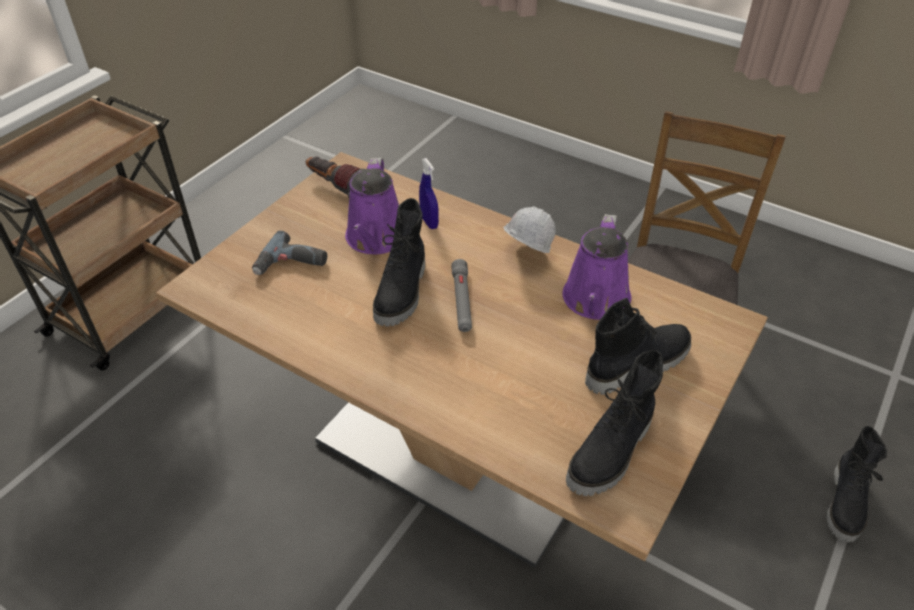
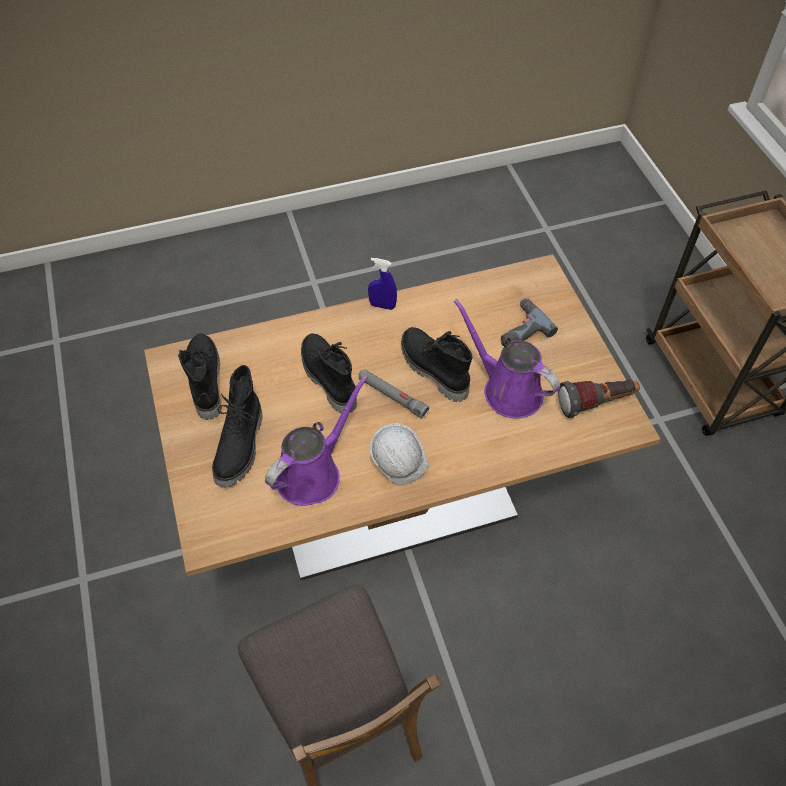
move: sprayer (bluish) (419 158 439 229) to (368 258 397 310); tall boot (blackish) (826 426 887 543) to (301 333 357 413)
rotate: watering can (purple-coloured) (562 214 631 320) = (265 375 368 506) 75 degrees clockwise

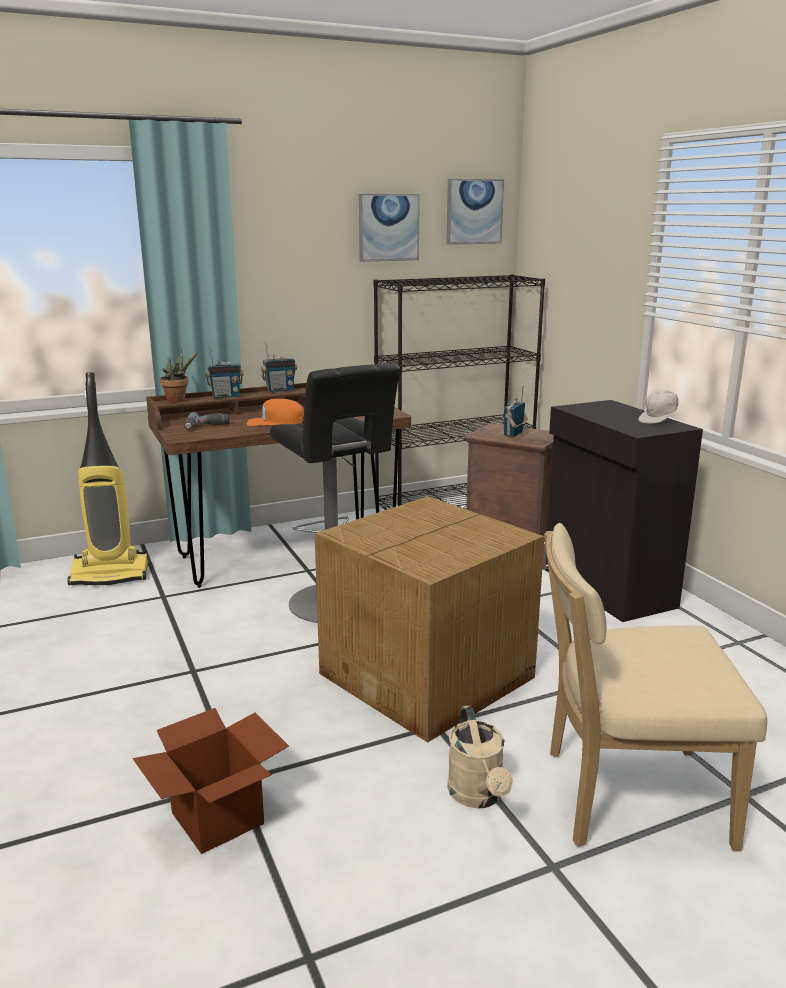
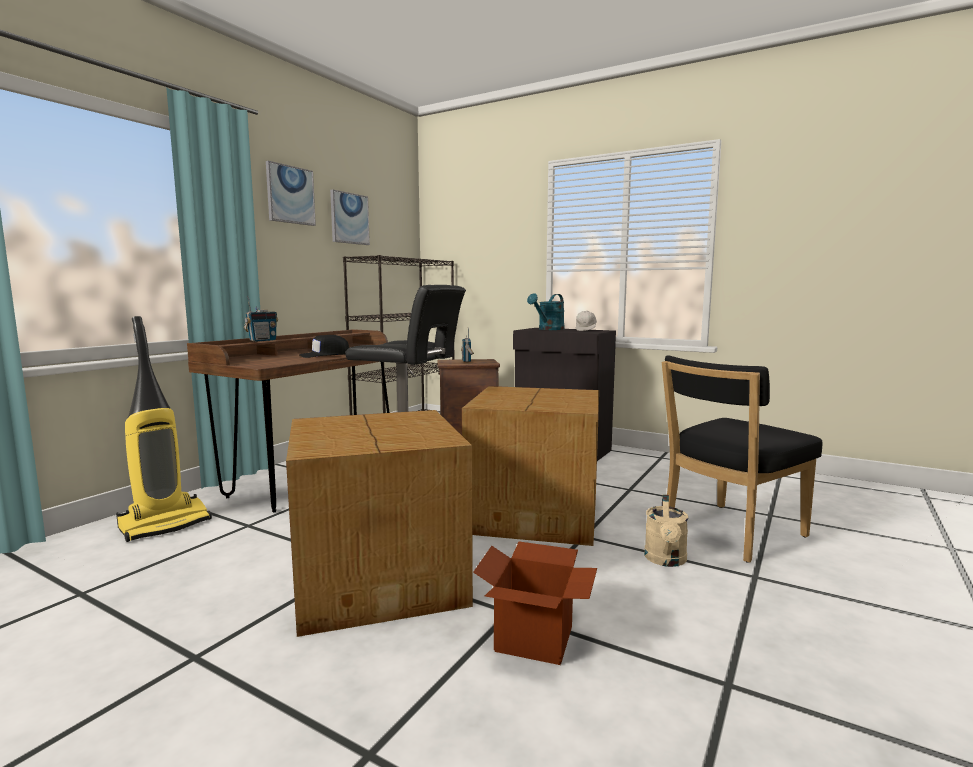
delete: plant in a pot (160 349 197 402); electric drill (184 412 230 430); radio receiver (261 342 297 392)
insert: packing box (286 410 473 637); watering can (blue-green) (527 293 565 330)
move: picture (446 179 504 245) to (266 161 316 226)
recolor: cap (orange-coloured) (247 399 304 426) to cap (blackish) (299 335 349 358); upright chair (beige-coloured) (544 523 767 851) to upright chair (blackish) (662 355 822 563)
rotate: watering can (beige-coloured) (447 705 513 808) = (644 494 689 567) 60 degrees clockwise

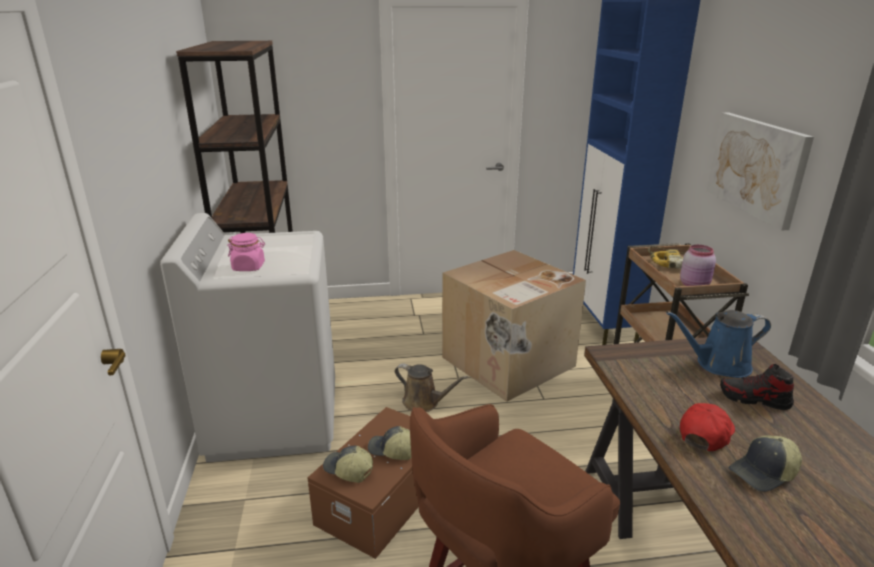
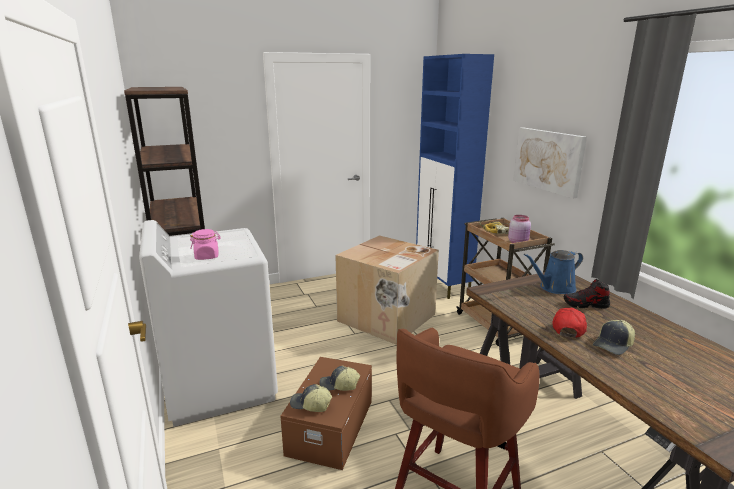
delete: watering can (brownish) (395 364 468 412)

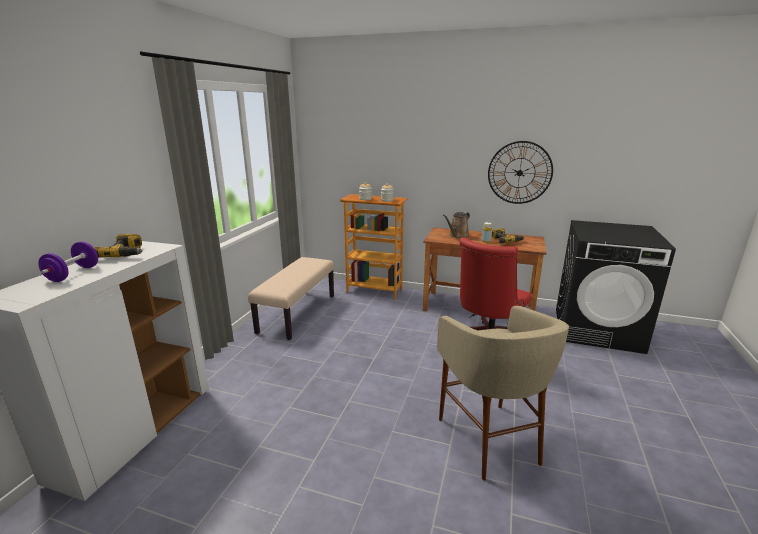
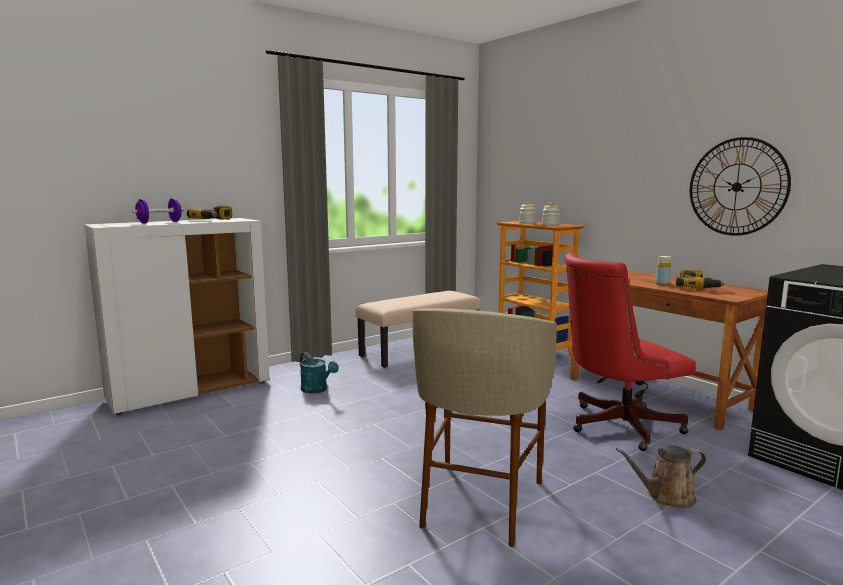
insert: watering can (blue-green) (300 352 339 393)
move: watering can (brownish) (443 212 470 238) to (616 445 706 508)

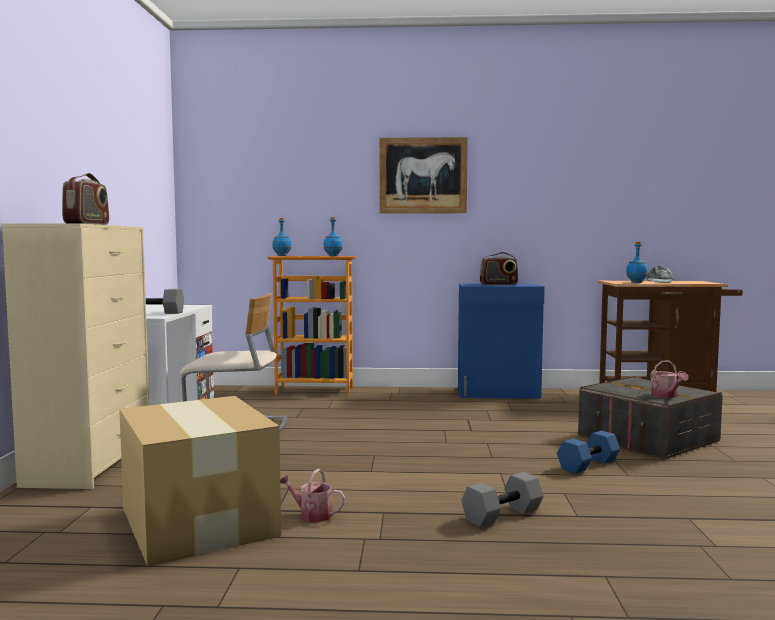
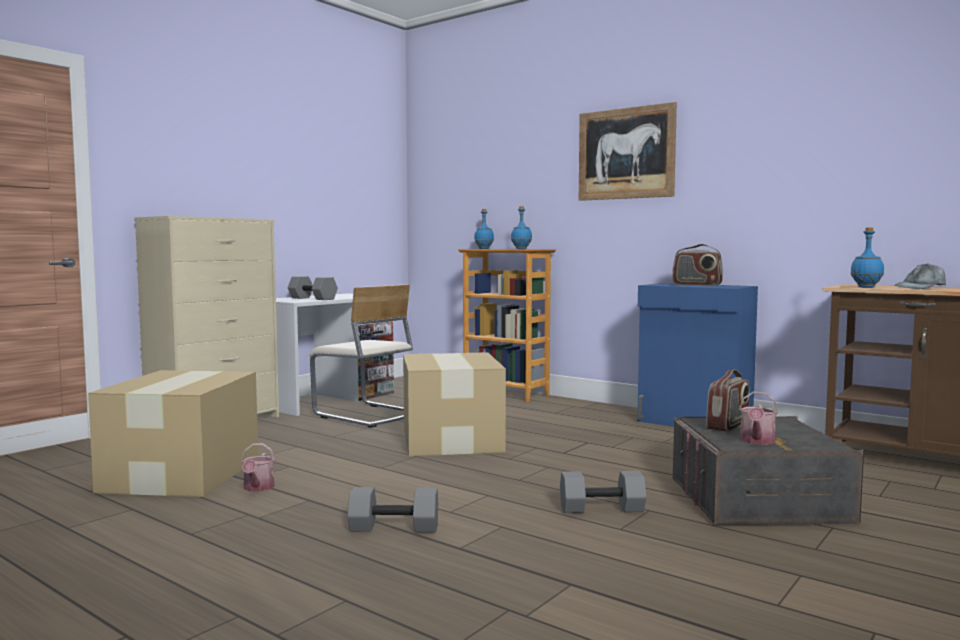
insert: packing box (403 352 506 456)
move: radio receiver (62 173 109 225) to (706 369 750 432)
recolor: free weight (bluish) (557 431 620 474) to free weight (greyish) (560 471 647 513)
rotate: watering can (280 469 345 522) = (241 443 276 492) 150 degrees counterclockwise

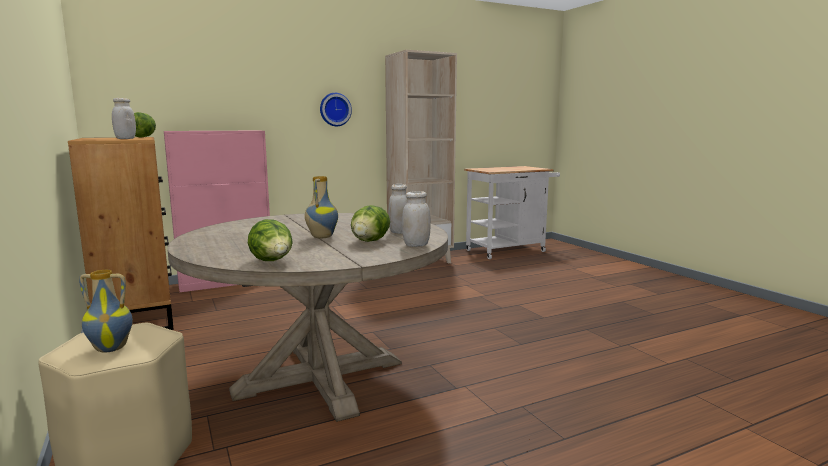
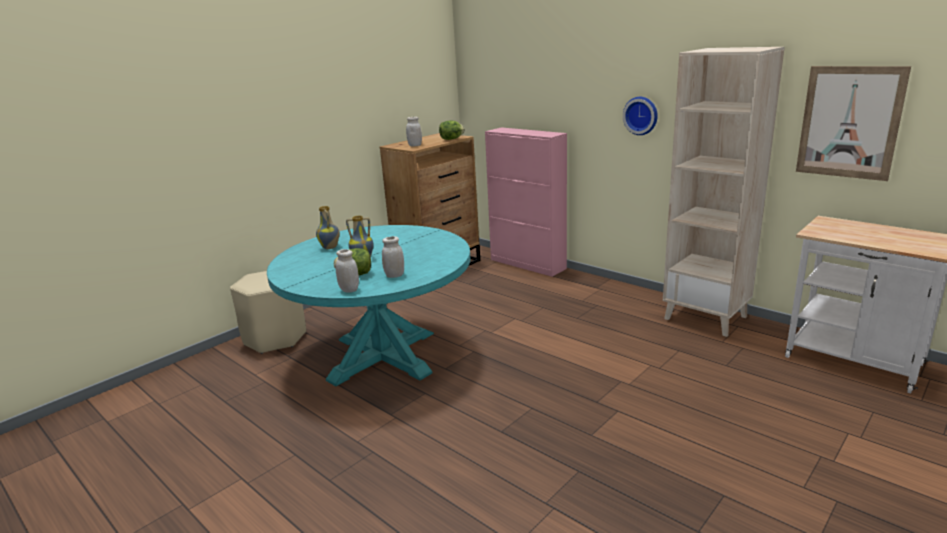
delete: head of lettuce (248 219 293 261)
insert: picture (796 66 911 181)
move: decorative vase (79 270 133 352) to (316 206 340 249)
recolor: dining table (beige-coloured) (167 213 448 422) to dining table (blue-green) (267 225 470 386)

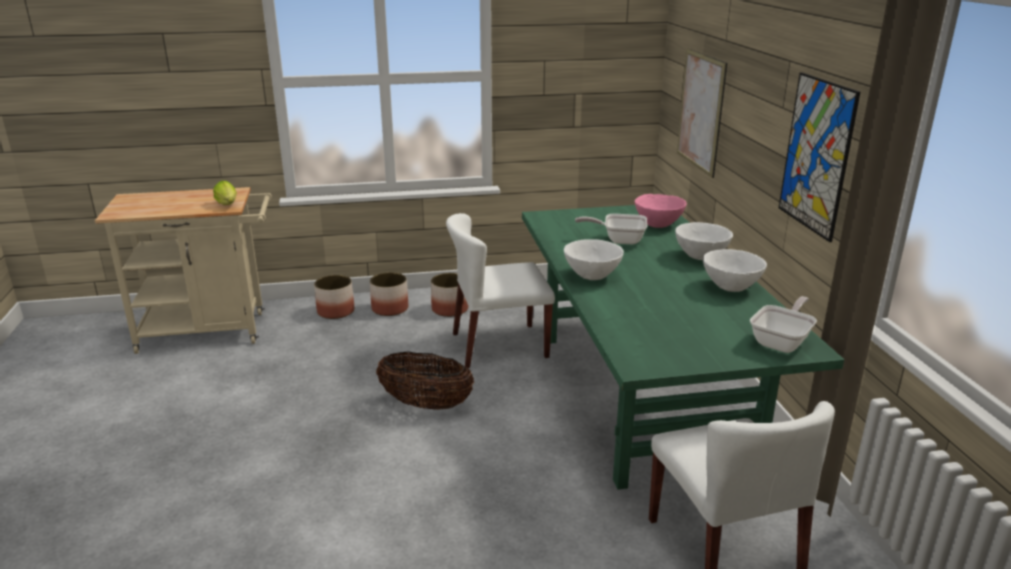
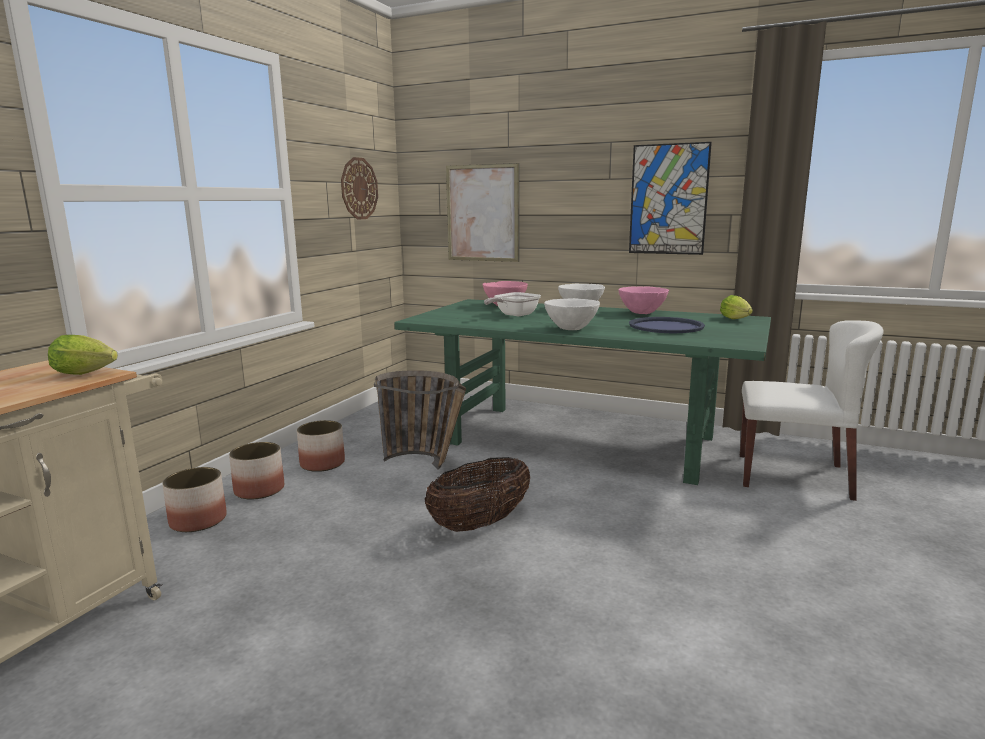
insert: wall clock (341 157 378 220); carrying tray (bluish) (629 317 705 333)
replace: upright chair (whitish) (446 213 555 368) to basket (374 370 466 470); skillet (750 296 817 353) to head of lettuce (720 295 753 319)
recolor: deep dish (whitish) (703 249 767 292) to deep dish (pink) (618 286 669 314)

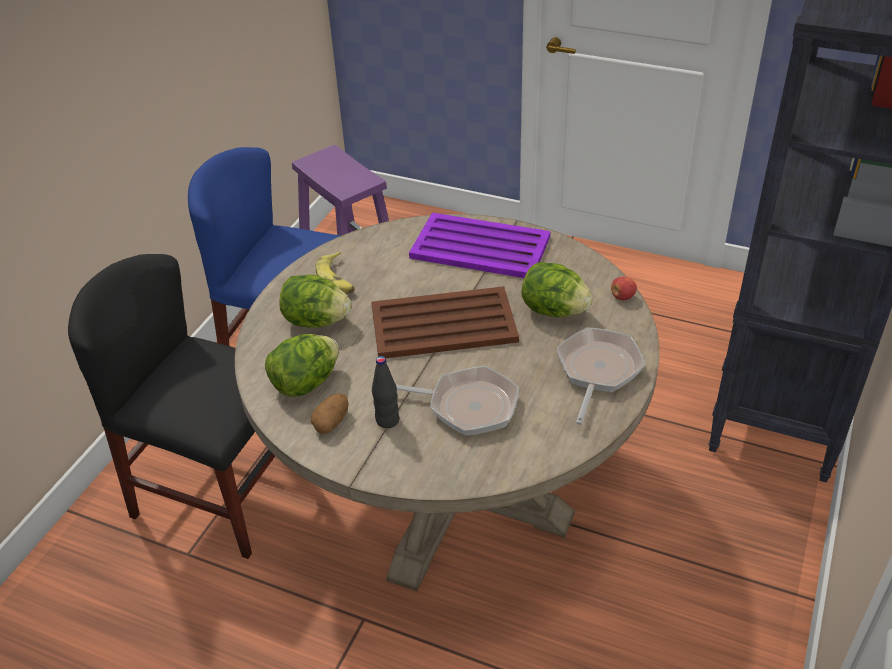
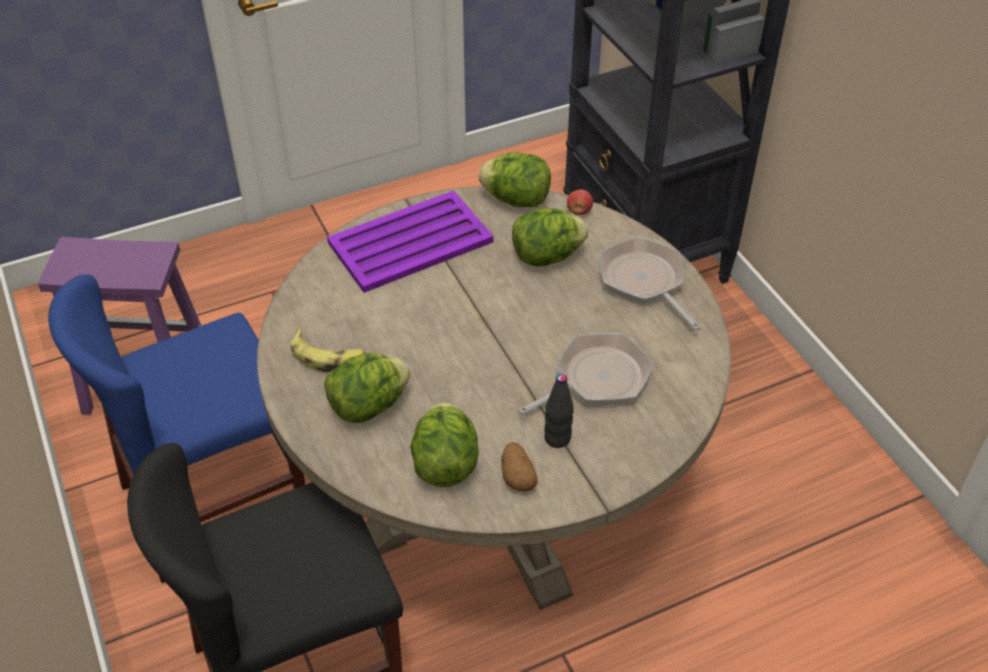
delete: carrying tray (brownish) (371 286 519 358)
insert: head of lettuce (479 152 551 207)

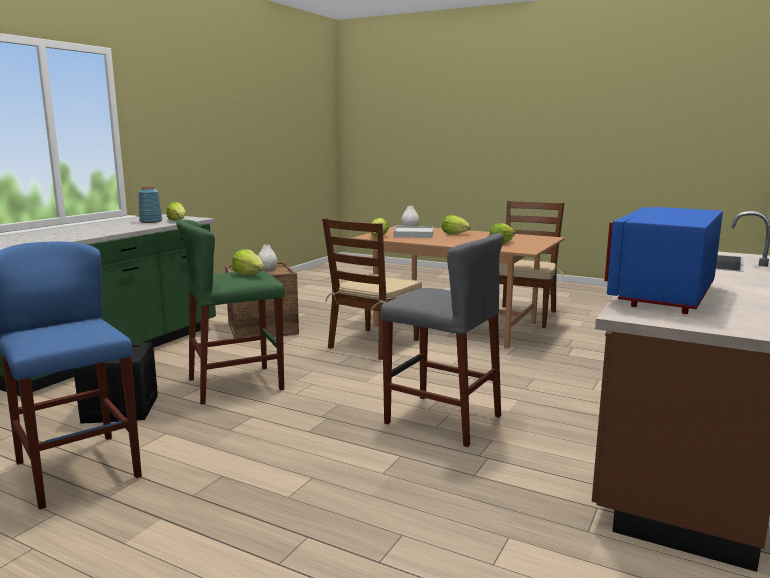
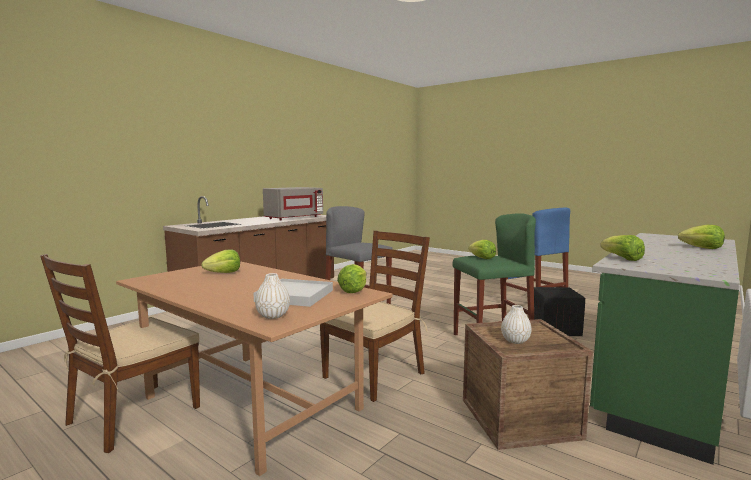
delete: decorative vase (bluish) (138 186 162 223)
move: head of lettuce (442 215 471 234) to (678 225 725 249)
recolor: kitchen microwave (bluish) (605 207 723 314) to kitchen microwave (greyish) (263 187 323 220)

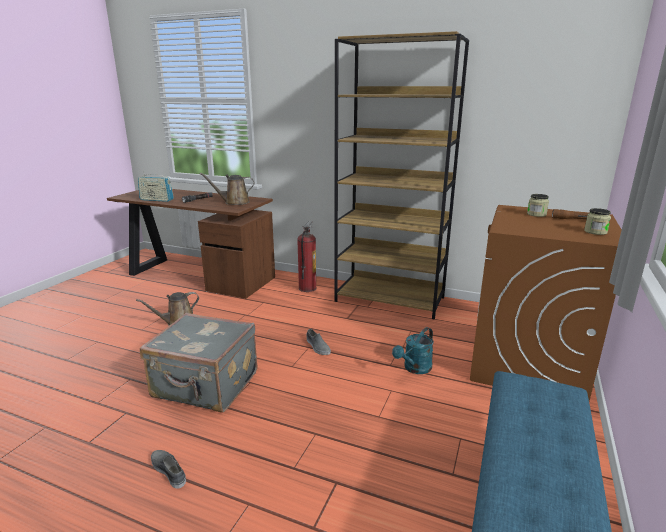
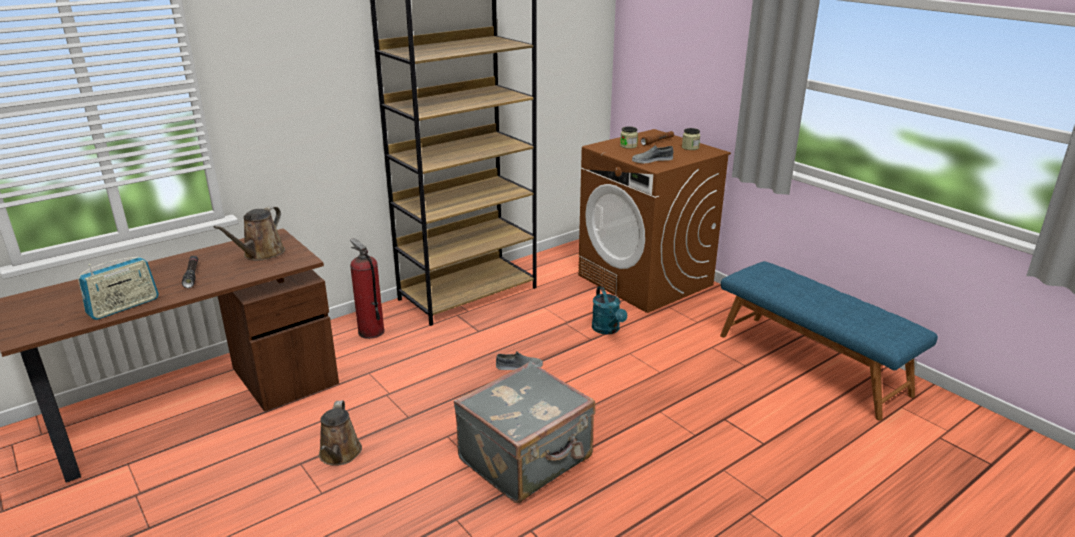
move: shoe (greyish) (151 450 186 488) to (632 145 674 163)

